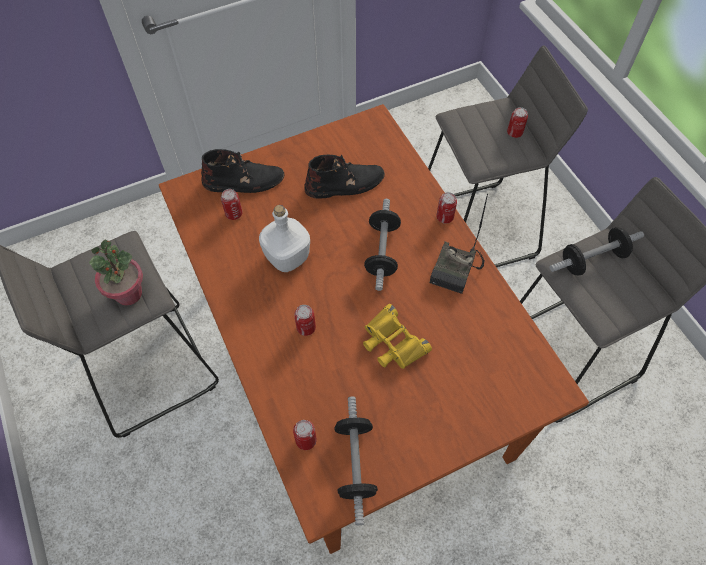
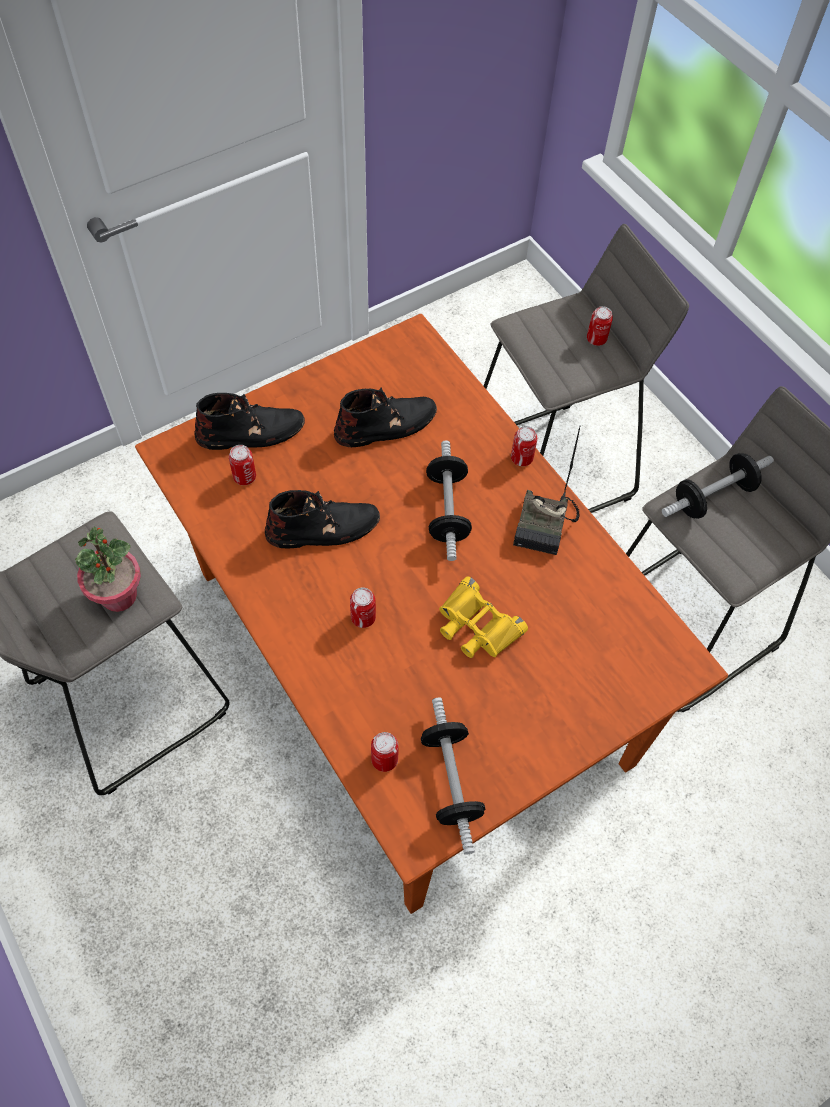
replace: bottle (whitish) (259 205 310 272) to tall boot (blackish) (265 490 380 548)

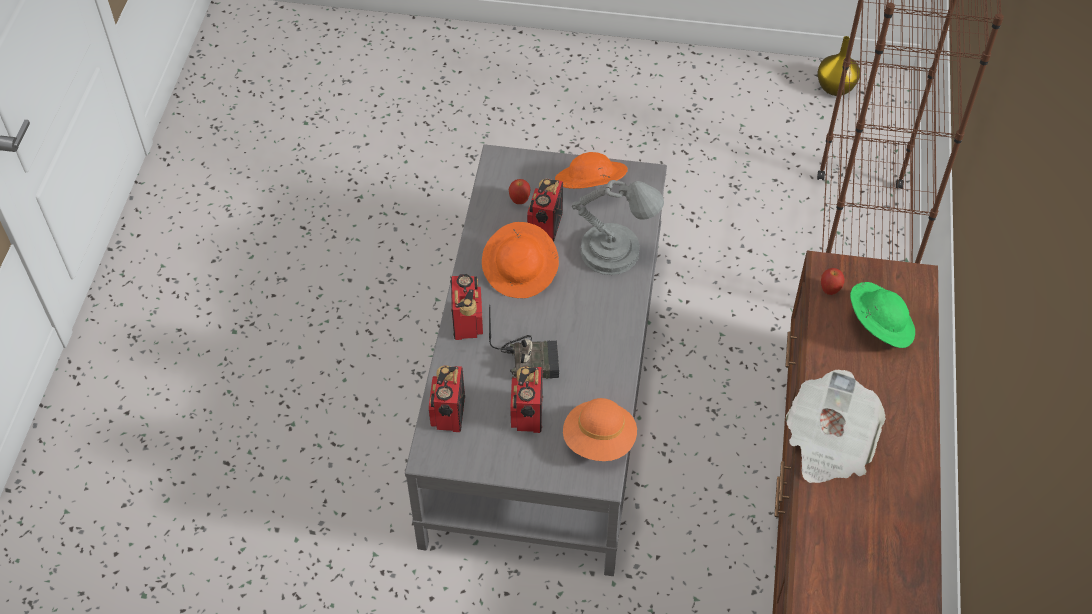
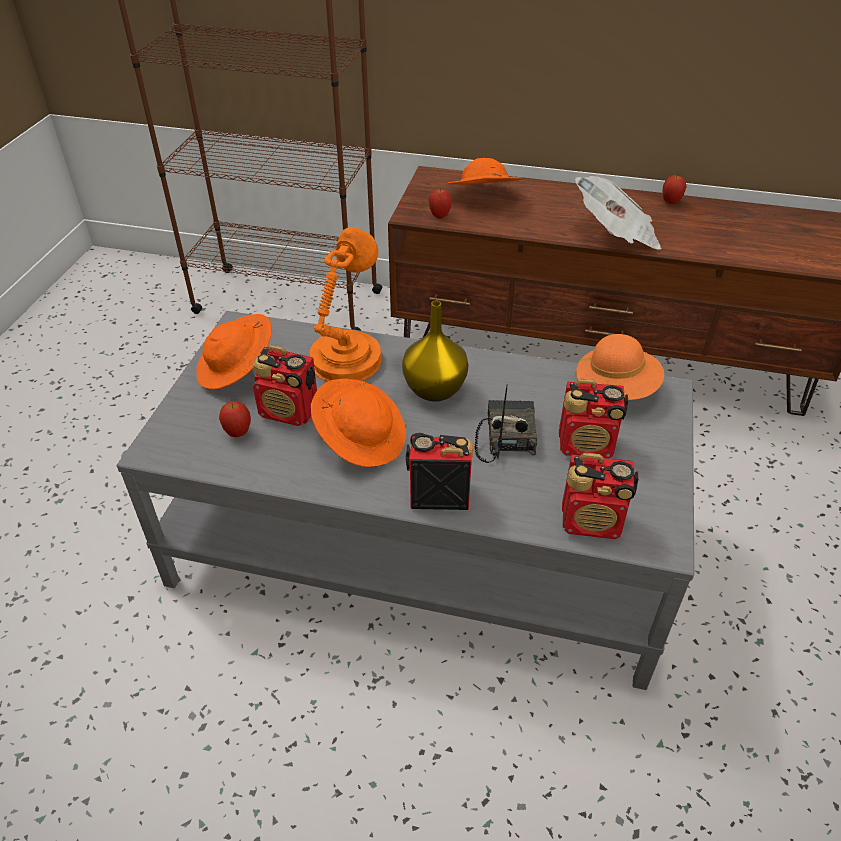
insert: whole apple (662 175 687 204)
move: decorative vase (yellow-coloured) (818 36 860 96) to (402 301 468 402)
recolor: tabletop lamp (greyish) (572 180 664 275) to tabletop lamp (orange-coloured) (310 227 381 382); wearable hat (green) (850 282 915 348) to wearable hat (orange-coloured) (447 158 522 185)

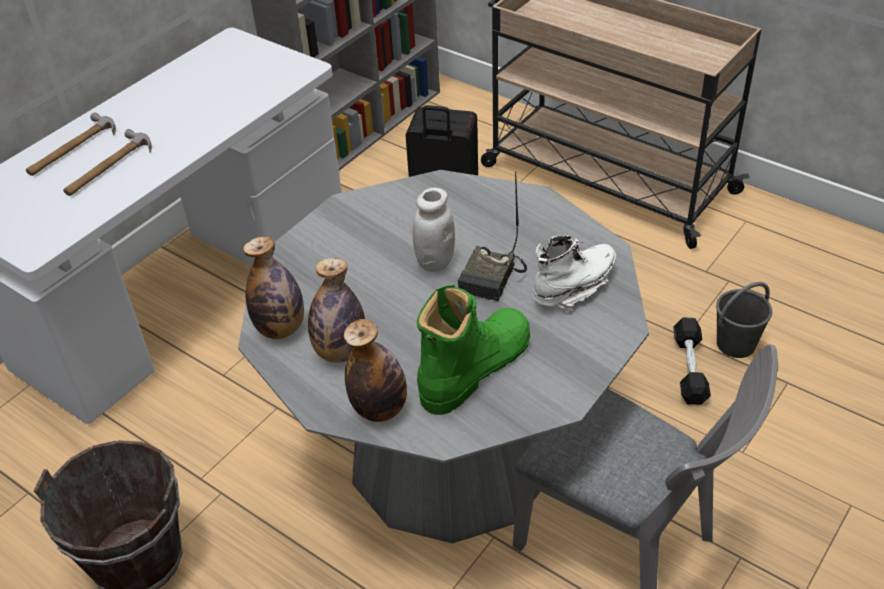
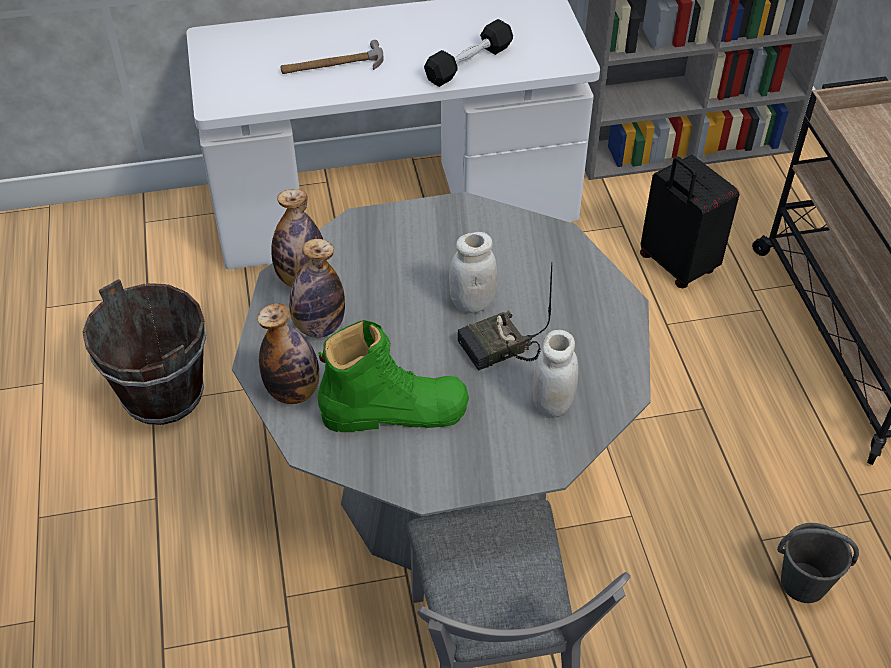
delete: hand hammer (26 112 116 176)
move: free weight (blackish) (673 318 711 405) to (424 19 513 87)
replace: tall boot (whitish) (533 235 616 313) to preserve jar (whitish) (532 330 579 418)

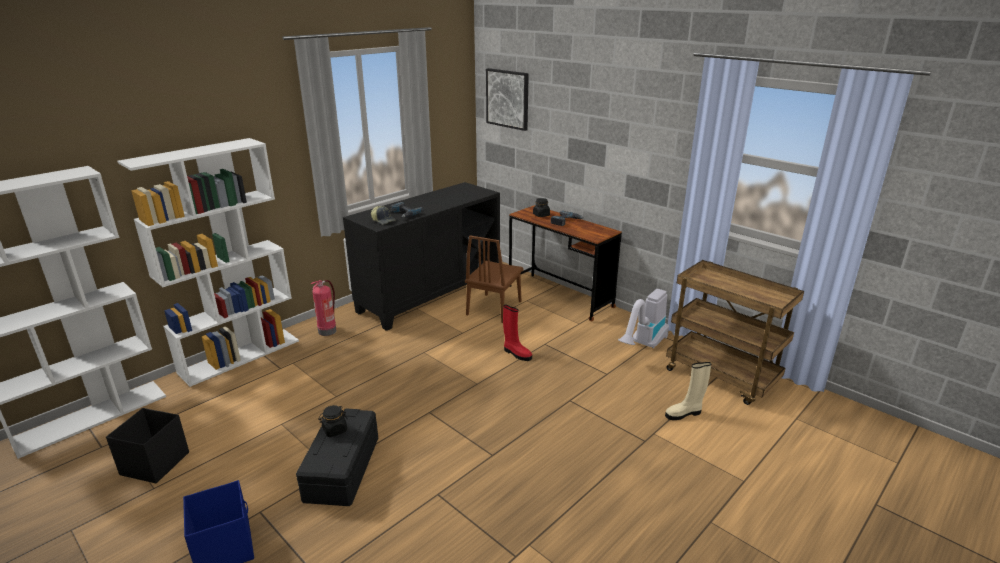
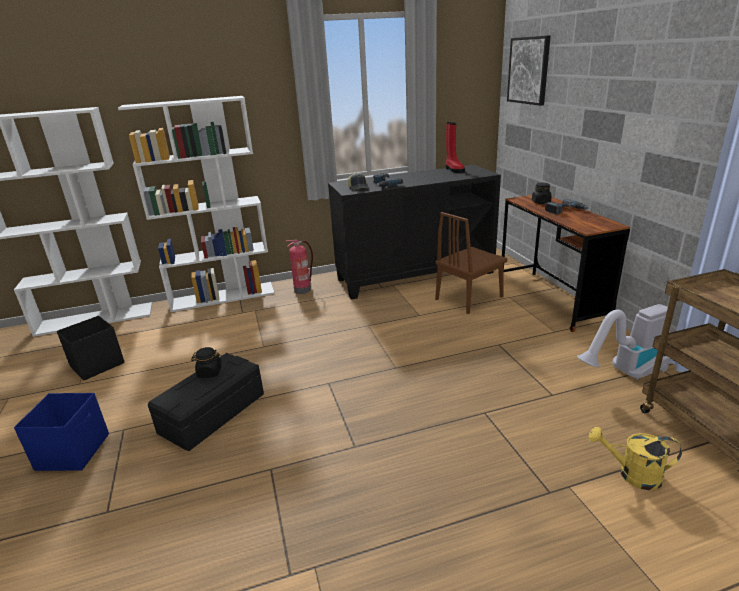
move: tall boot (red) (503 305 532 361) to (446 122 465 173)
replace: tall boot (beige-coloured) (665 362 711 420) to watering can (yellow-coloured) (588 427 682 490)

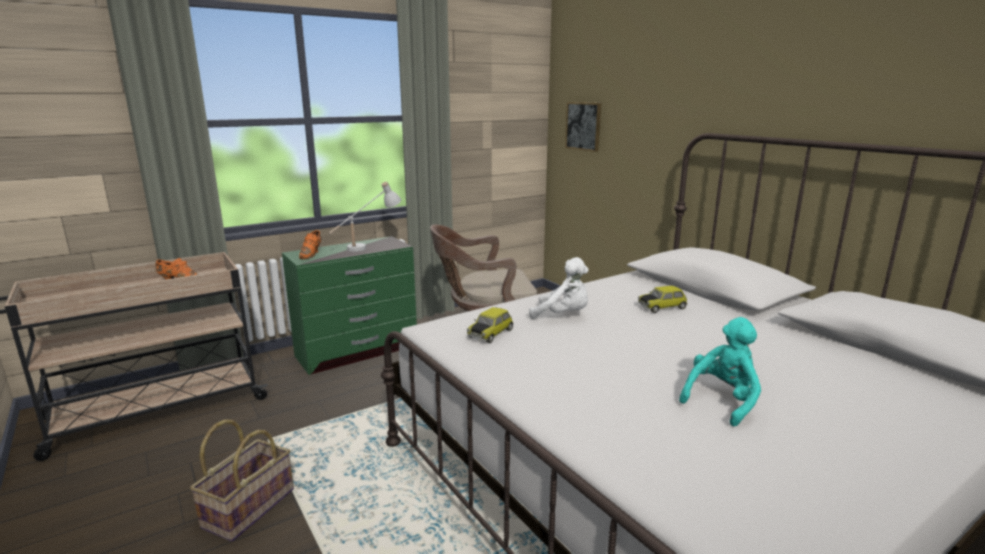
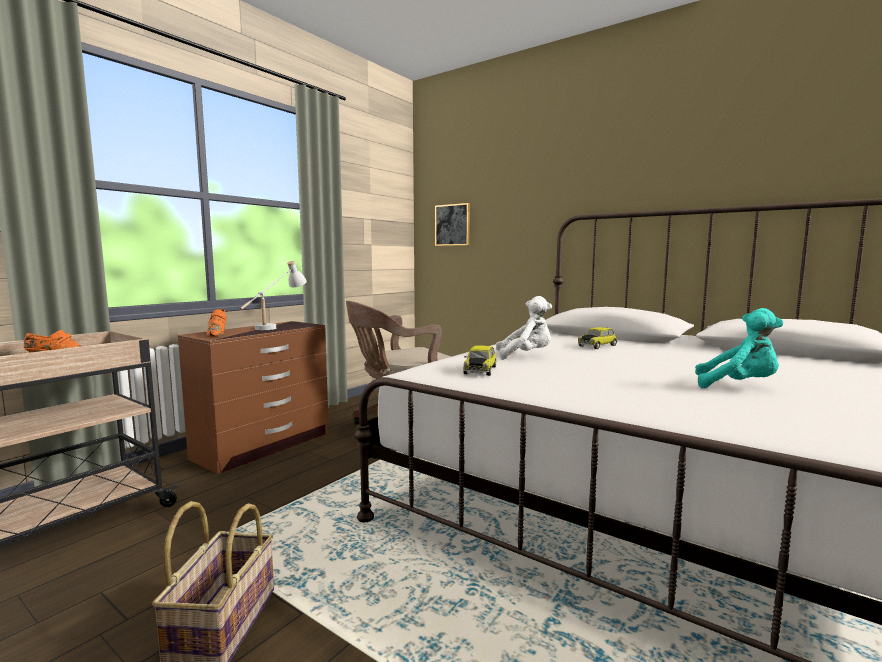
recolor: dresser (green) (282 236 417 375) to dresser (brownish) (178 321 329 474)
rotate: soft toy (blue-green) (679 317 761 427) = (695 308 783 388) 90 degrees clockwise

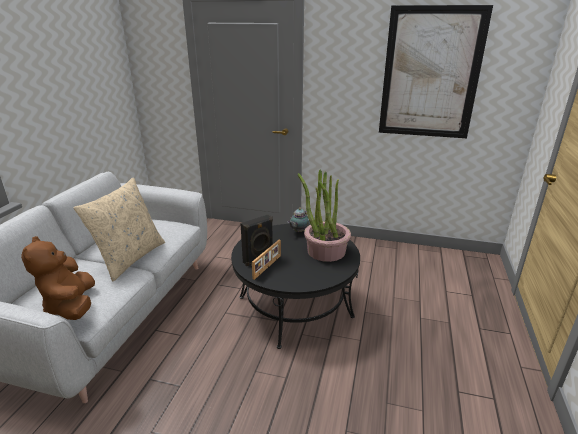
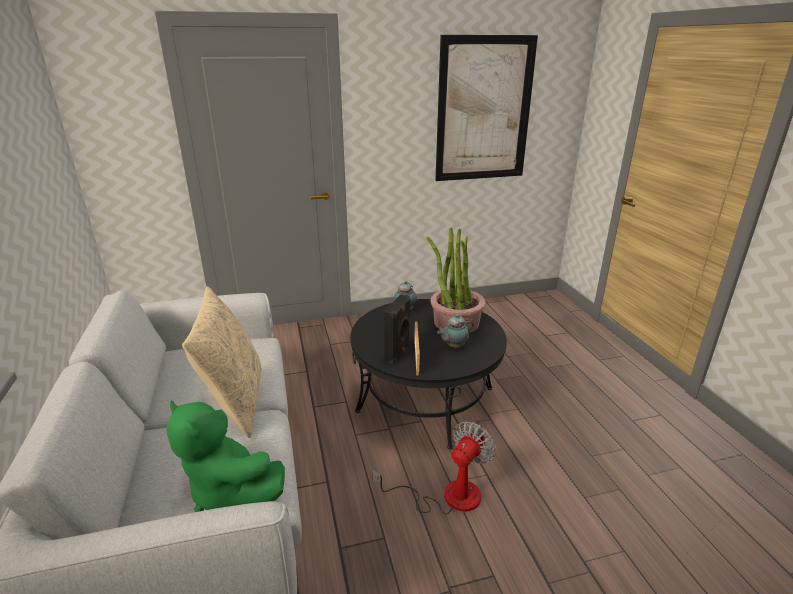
insert: electric fan (372 421 496 515); teapot (437 314 474 347)
recolor: soft toy (brownish) (21 236 95 320) to soft toy (green) (166 400 285 512)

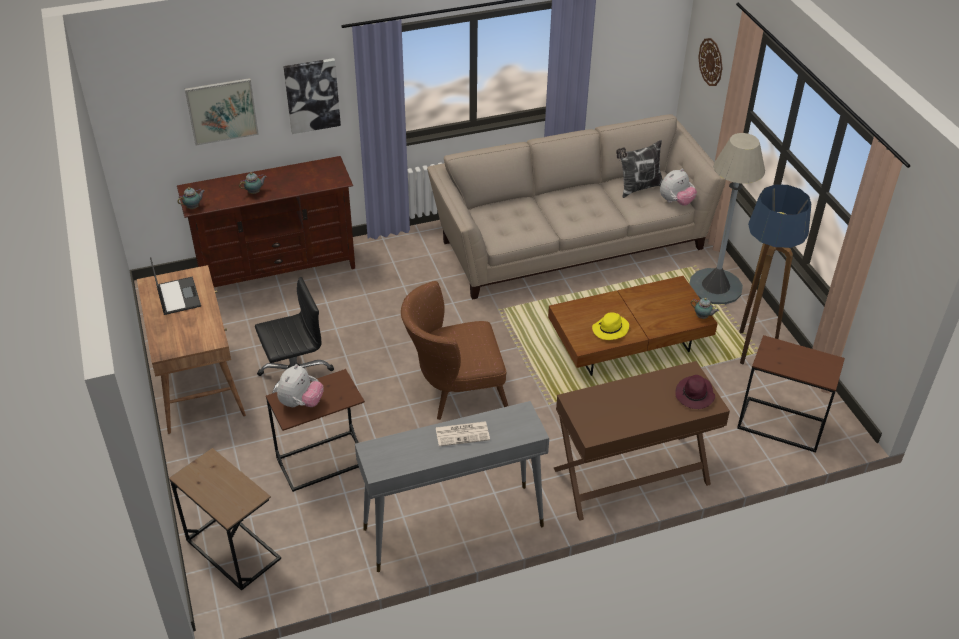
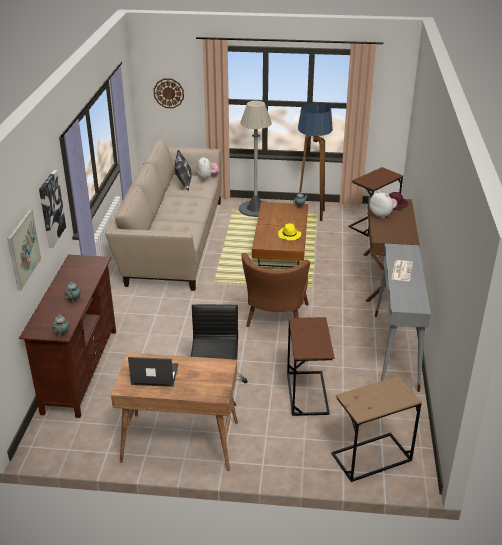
move: soft toy (277 364 324 407) to (370 191 397 218)

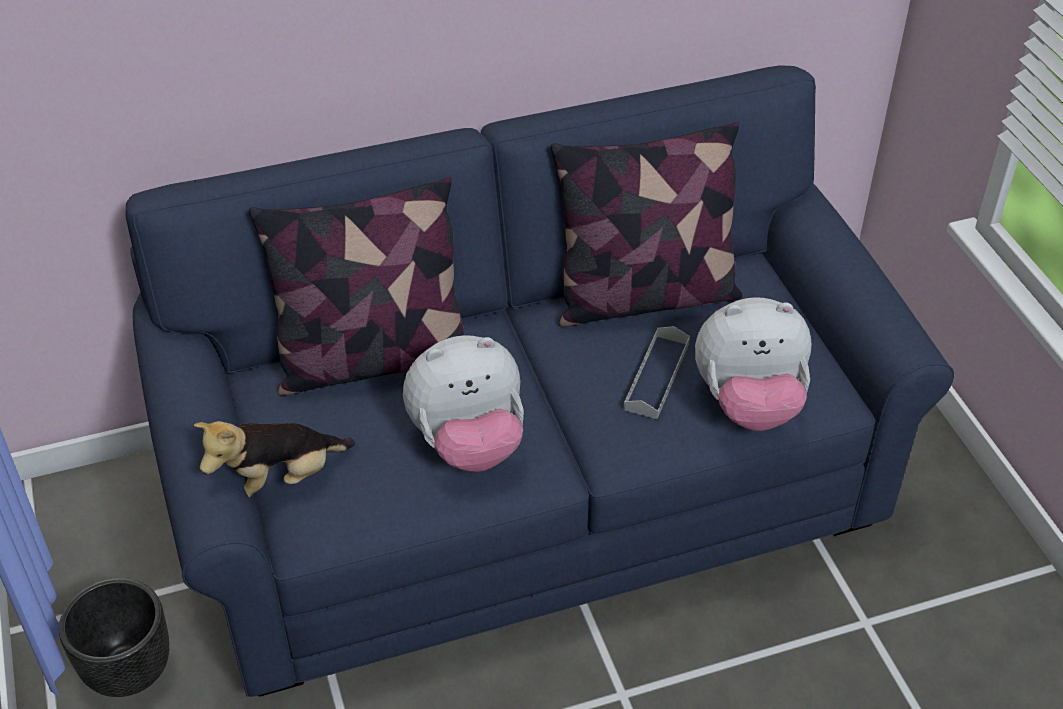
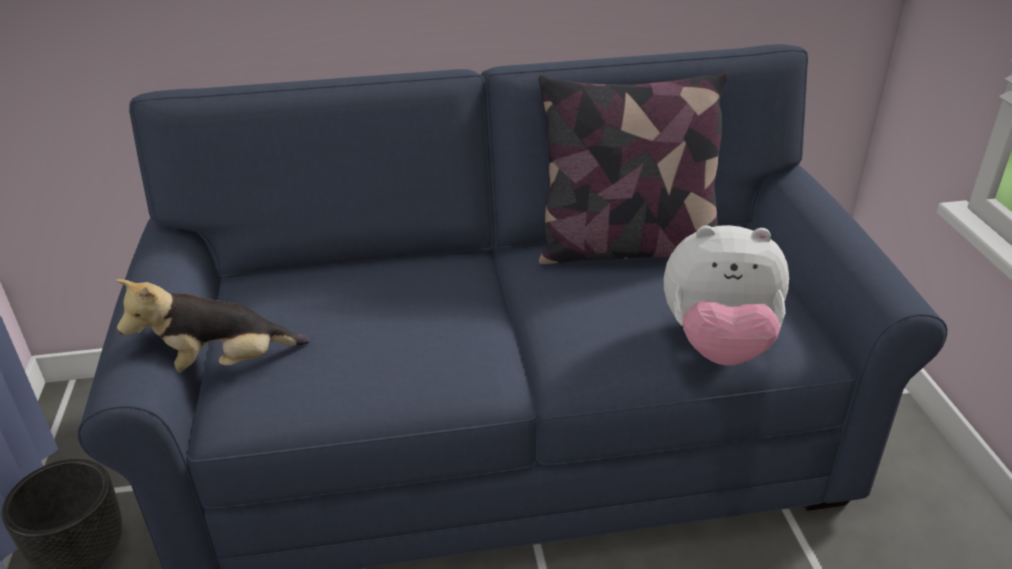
delete: pillow (249 177 464 395); soft toy (403 335 524 472); carrying tray (greyish) (623 326 690 419)

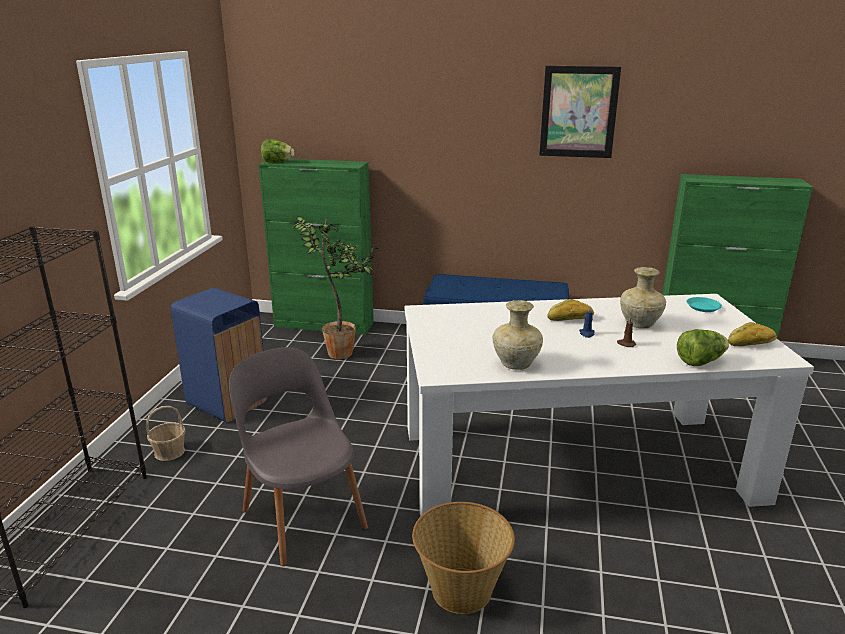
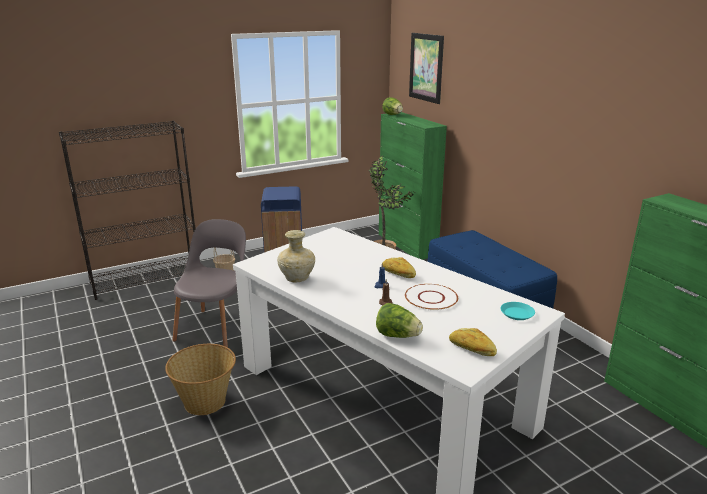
move: picture (539 66 621 158) to (409 33 444 104)
replace: decorative vase (beige-coloured) (620 267 666 329) to dinner plate (whitish) (405 284 458 311)

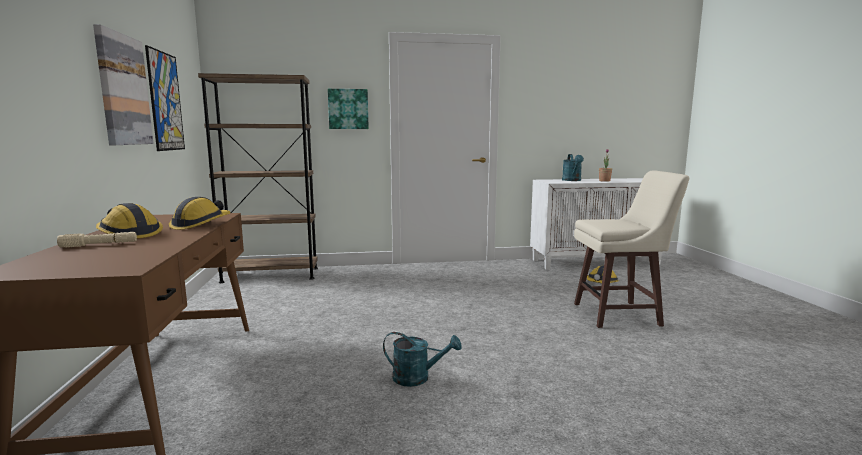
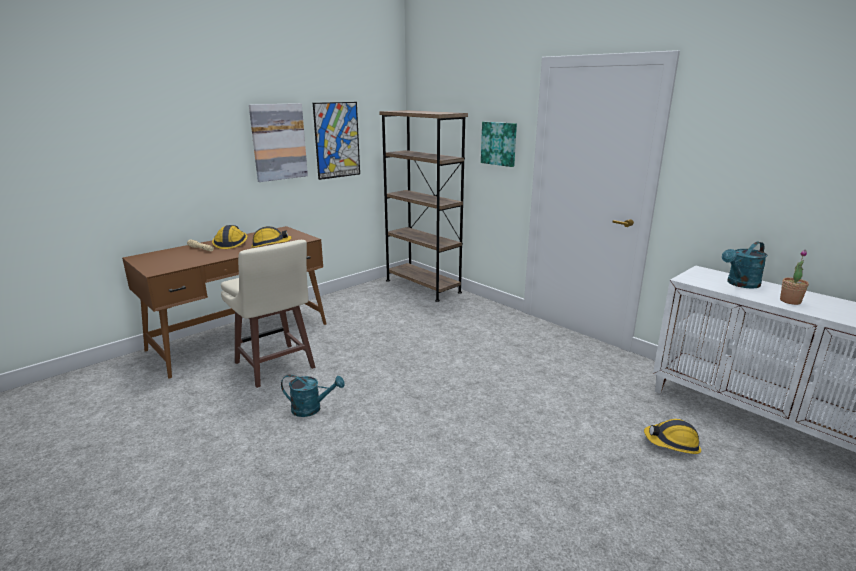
move: stool (beige-coloured) (574 170 689 328) to (221 240 316 388)
rotate: watering can (blue-green) (383 332 462 387) = (281 375 345 417) 60 degrees counterclockwise

